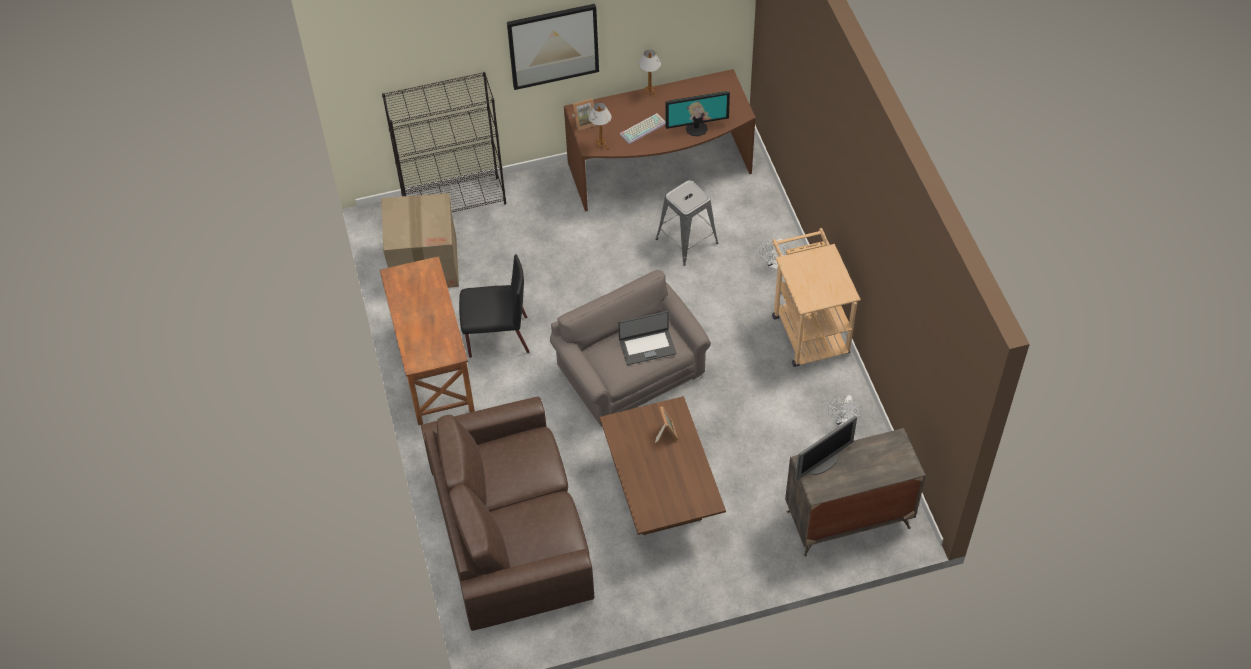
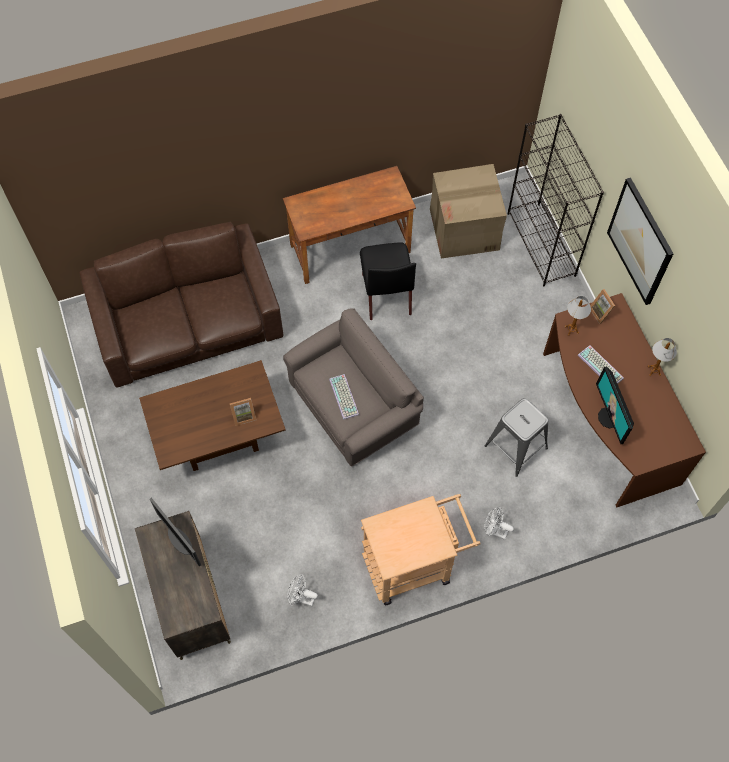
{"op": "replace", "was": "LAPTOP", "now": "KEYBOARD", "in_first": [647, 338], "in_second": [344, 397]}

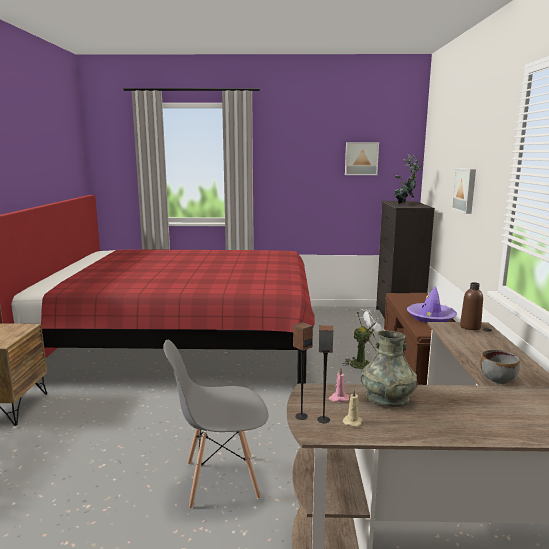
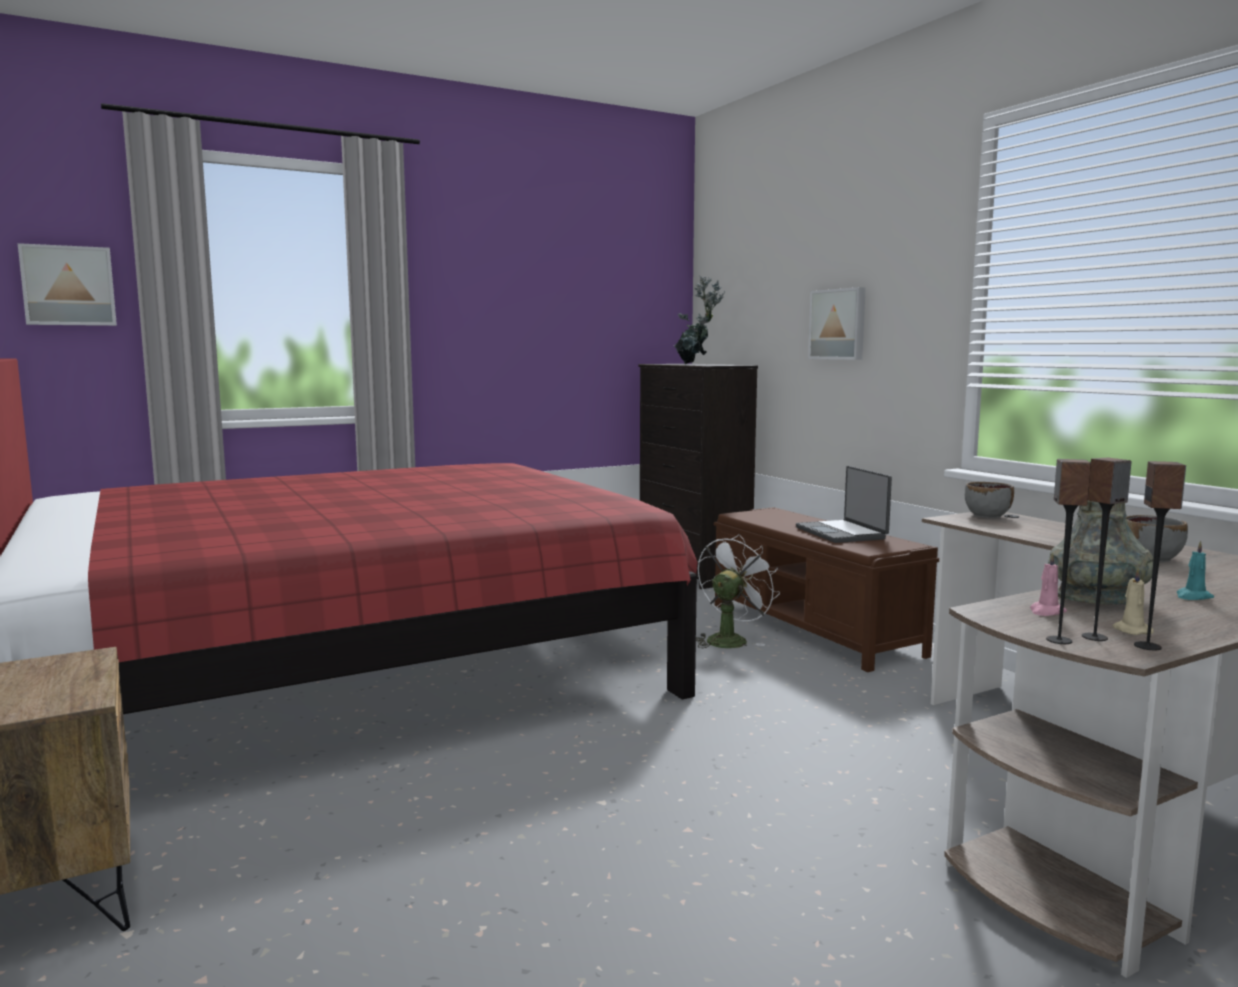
{"op": "delete", "was": "GREY CHAIR", "in_first": [216, 424]}
{"op": "insert", "now": "SPEAKER", "in_second": [1160, 555]}
{"op": "insert", "now": "TURQUOISE CANDLE", "in_second": [1195, 570]}
{"op": "move", "was": "PICTURE", "in_first": [362, 158], "in_second": [67, 284]}
{"op": "replace", "was": "PURPLE HAT", "now": "LAPTOP", "in_first": [432, 305], "in_second": [844, 504]}
{"op": "replace", "was": "BROWN BOTTLE", "now": "GREY BOWL", "in_first": [471, 306], "in_second": [989, 500]}

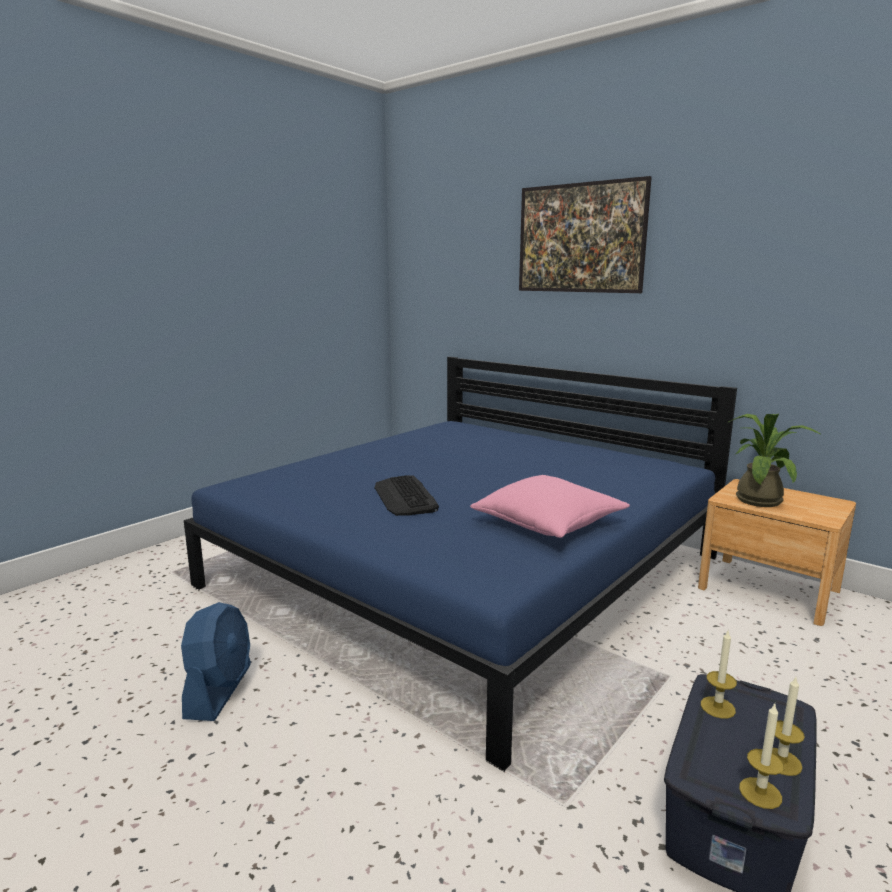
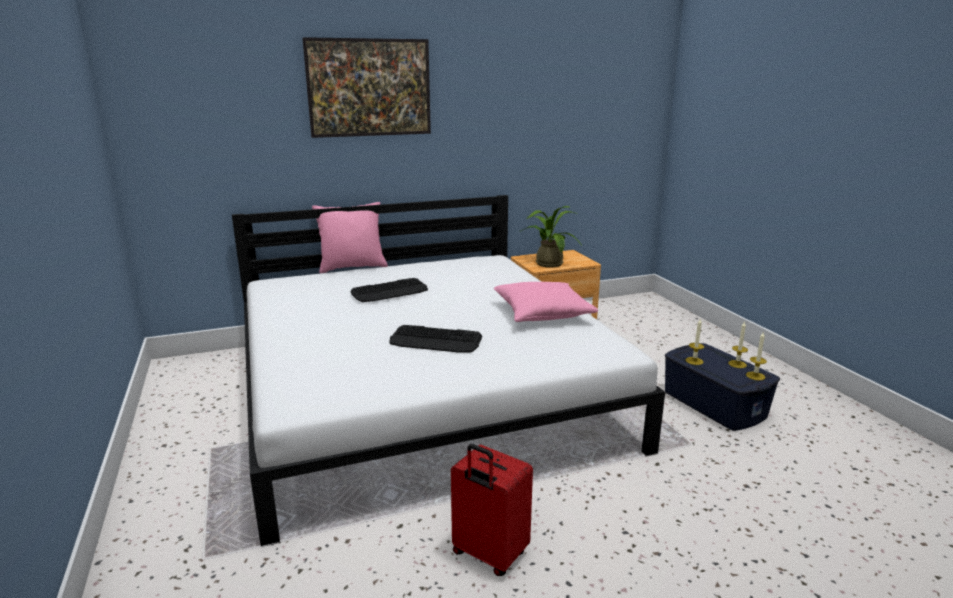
{"op": "insert", "now": "PINK PILLOW", "in_second": [350, 237]}
{"op": "insert", "now": "KEYBOARD", "in_second": [389, 290]}
{"op": "replace", "was": "BLUE FAN", "now": "RED SUITCASE", "in_first": [216, 661], "in_second": [492, 510]}
{"op": "recolor", "was": "BLUE BED", "now": "WHITE BED", "in_first": [460, 564], "in_second": [448, 371]}

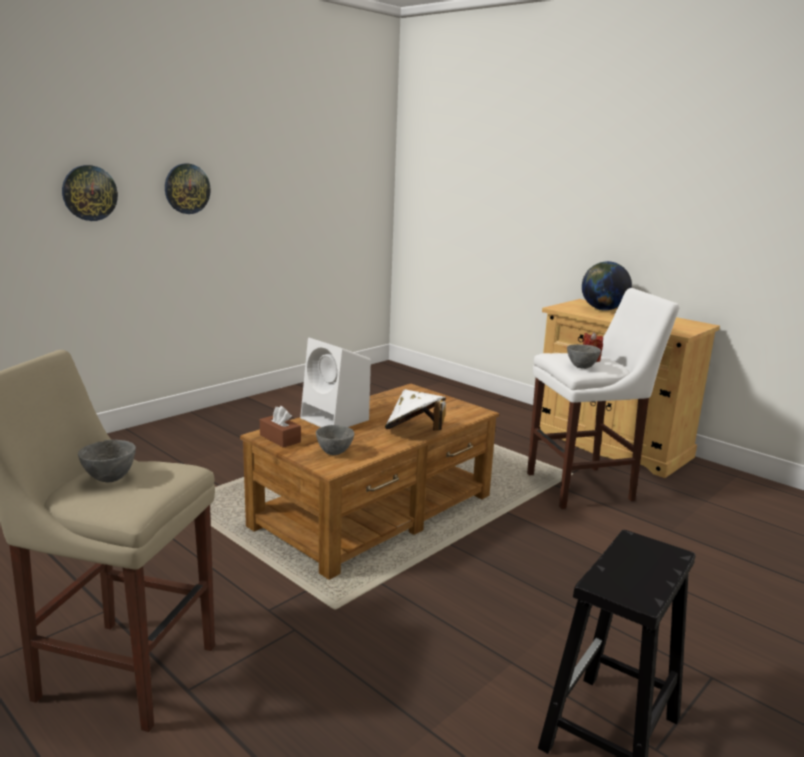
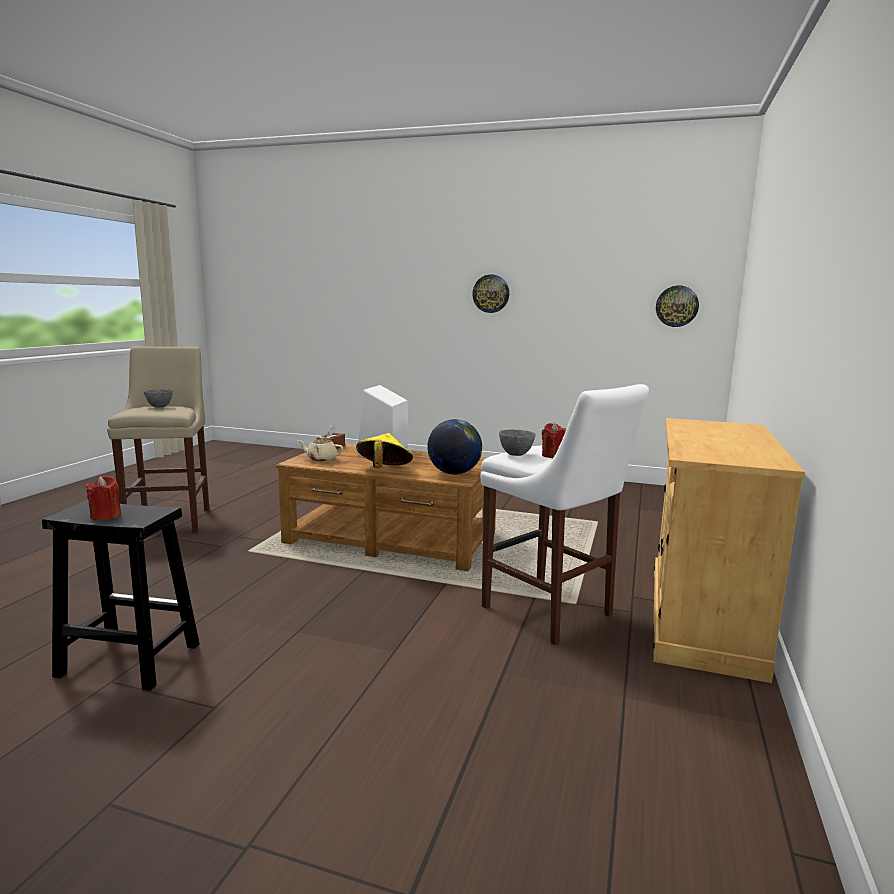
{"op": "insert", "now": "RED CANDLE", "in_second": [103, 498]}
{"op": "move", "was": "WALL CLOCK", "in_first": [90, 193], "in_second": [677, 306]}
{"op": "move", "was": "GLOBE", "in_first": [607, 286], "in_second": [454, 447]}
{"op": "replace", "was": "GREY BOWL", "now": "BEIGE TEAPOT", "in_first": [335, 440], "in_second": [320, 449]}
{"op": "recolor", "was": "WHITE HAT", "now": "YELLOW HAT", "in_first": [415, 410], "in_second": [384, 450]}

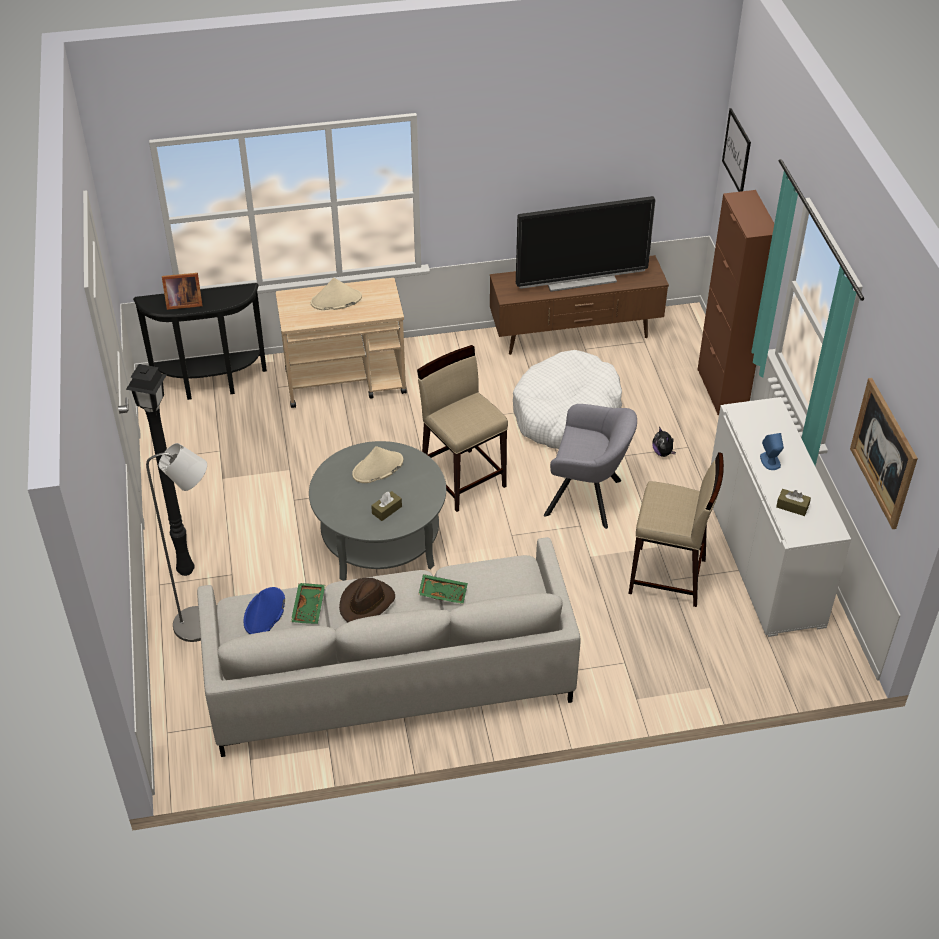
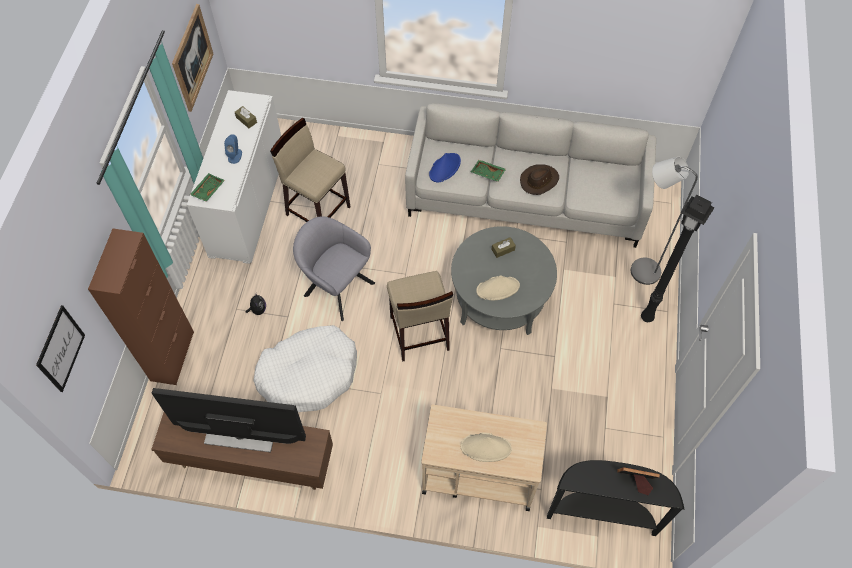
{"op": "move", "was": "BLUE HAT", "in_first": [264, 610], "in_second": [445, 167]}
{"op": "move", "was": "GREEN TRAY", "in_first": [308, 603], "in_second": [207, 187]}

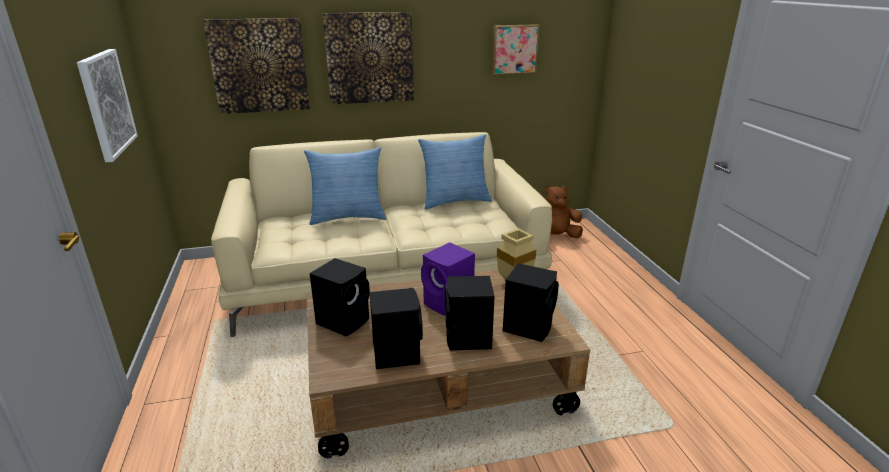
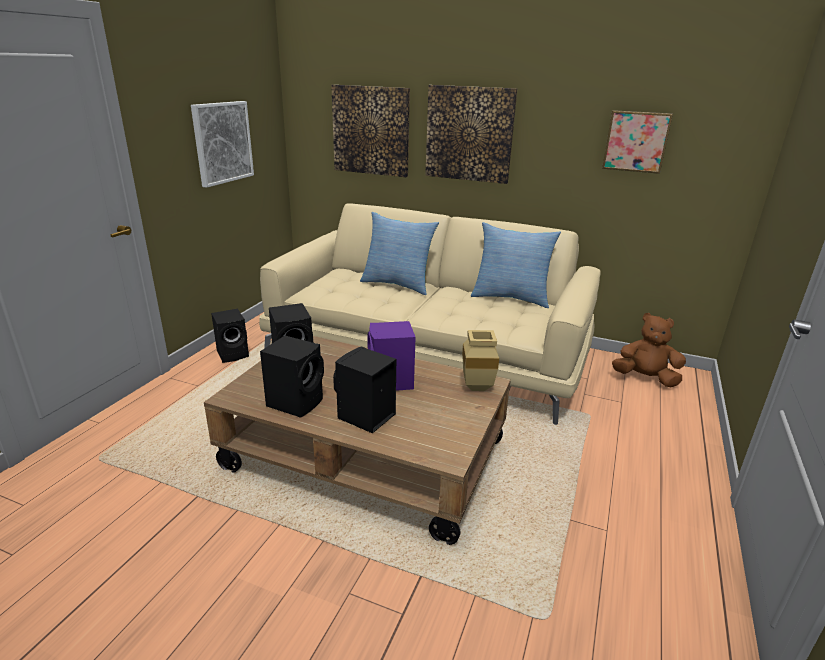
{"op": "move", "was": "BLACK SPEAKER", "in_first": [531, 302], "in_second": [230, 336]}

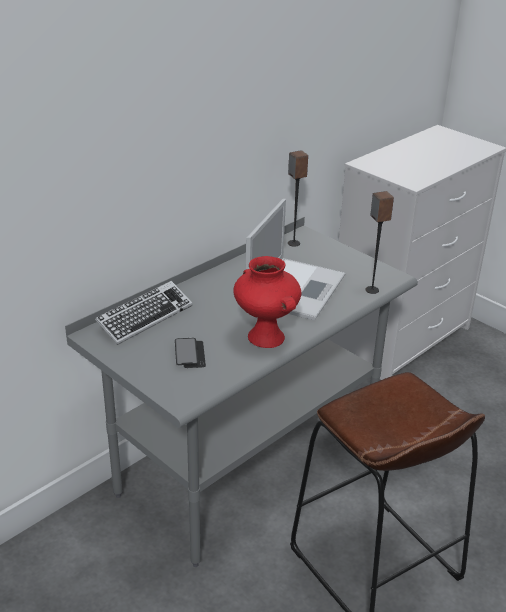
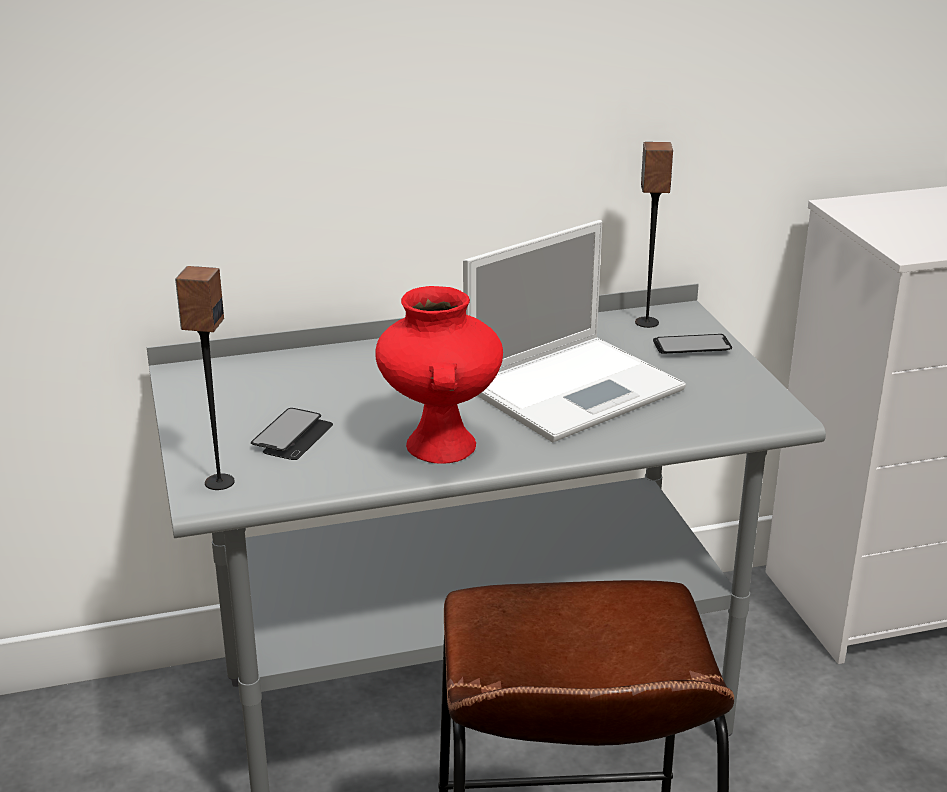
{"op": "delete", "was": "KEYBOARD", "in_first": [144, 313]}
{"op": "insert", "now": "PHONE", "in_second": [692, 344]}
{"op": "move", "was": "SPEAKER", "in_first": [379, 242], "in_second": [205, 378]}

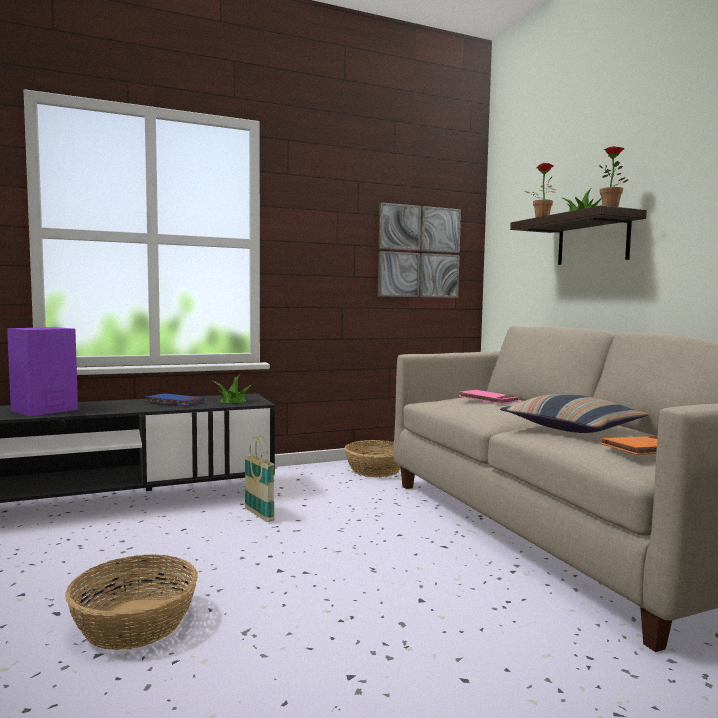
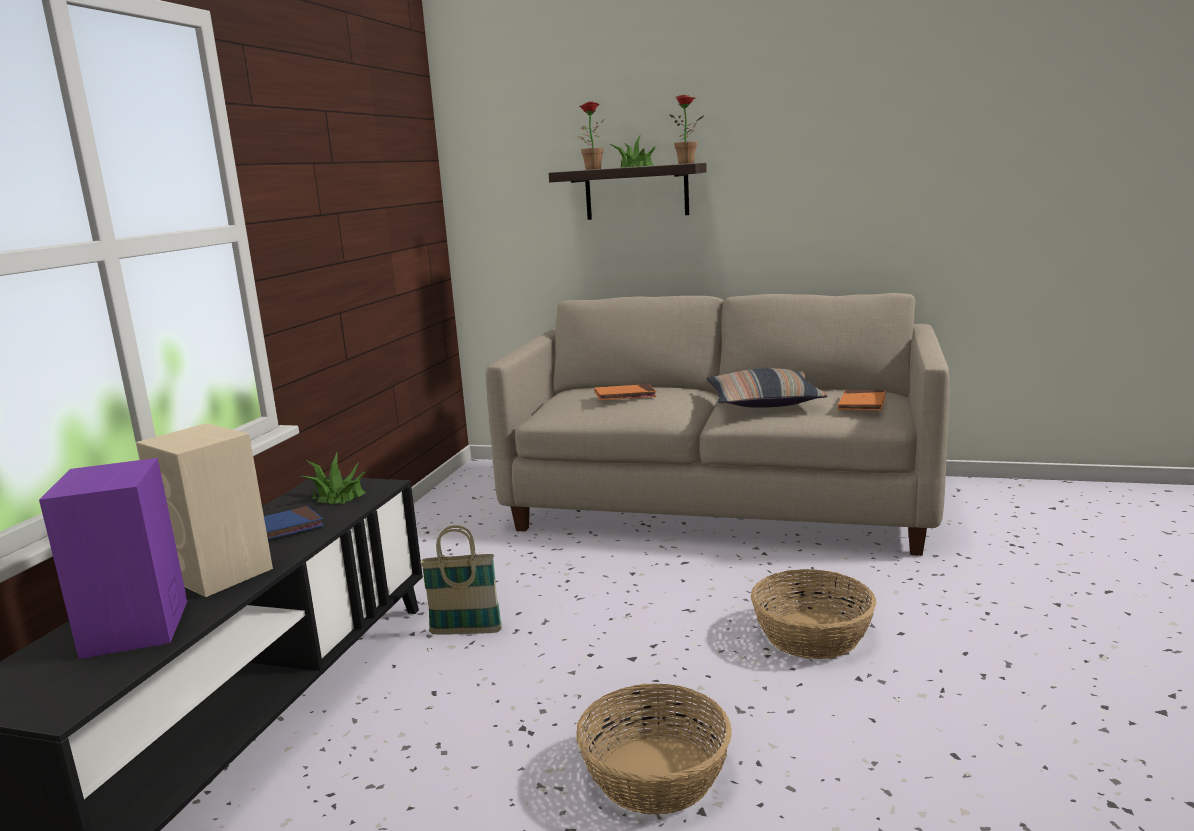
{"op": "delete", "was": "PICTURE", "in_first": [419, 250]}
{"op": "insert", "now": "BEIGE SPEAKER", "in_second": [204, 510]}
{"op": "move", "was": "BASKET", "in_first": [372, 458], "in_second": [813, 614]}
{"op": "recolor", "was": "PINK BOOK", "now": "ORANGE BOOK", "in_first": [488, 397], "in_second": [626, 392]}

